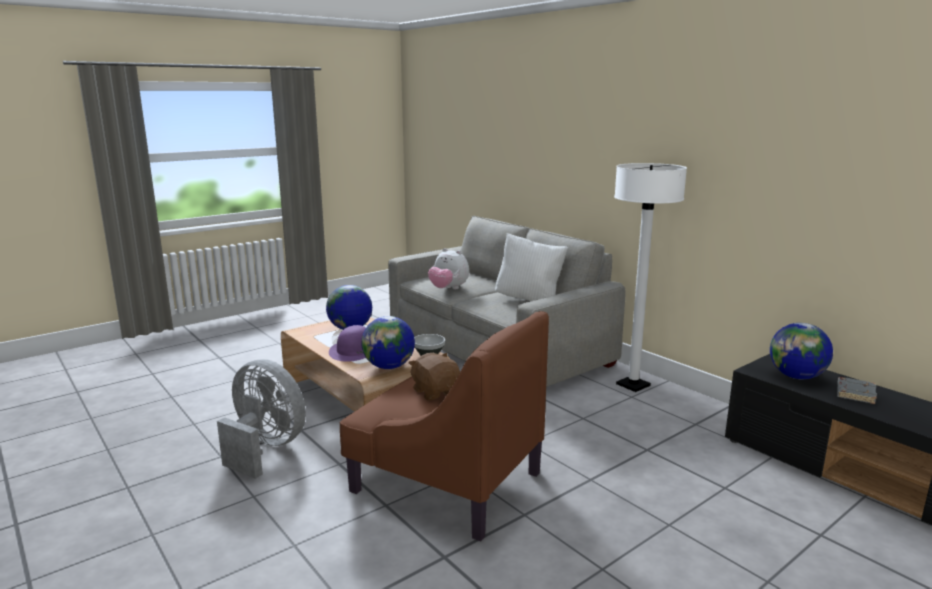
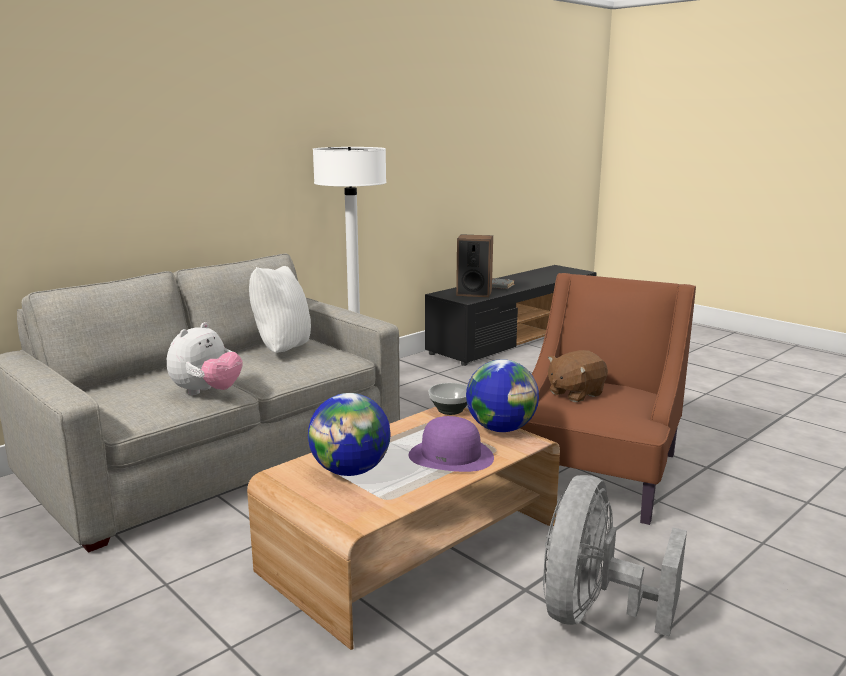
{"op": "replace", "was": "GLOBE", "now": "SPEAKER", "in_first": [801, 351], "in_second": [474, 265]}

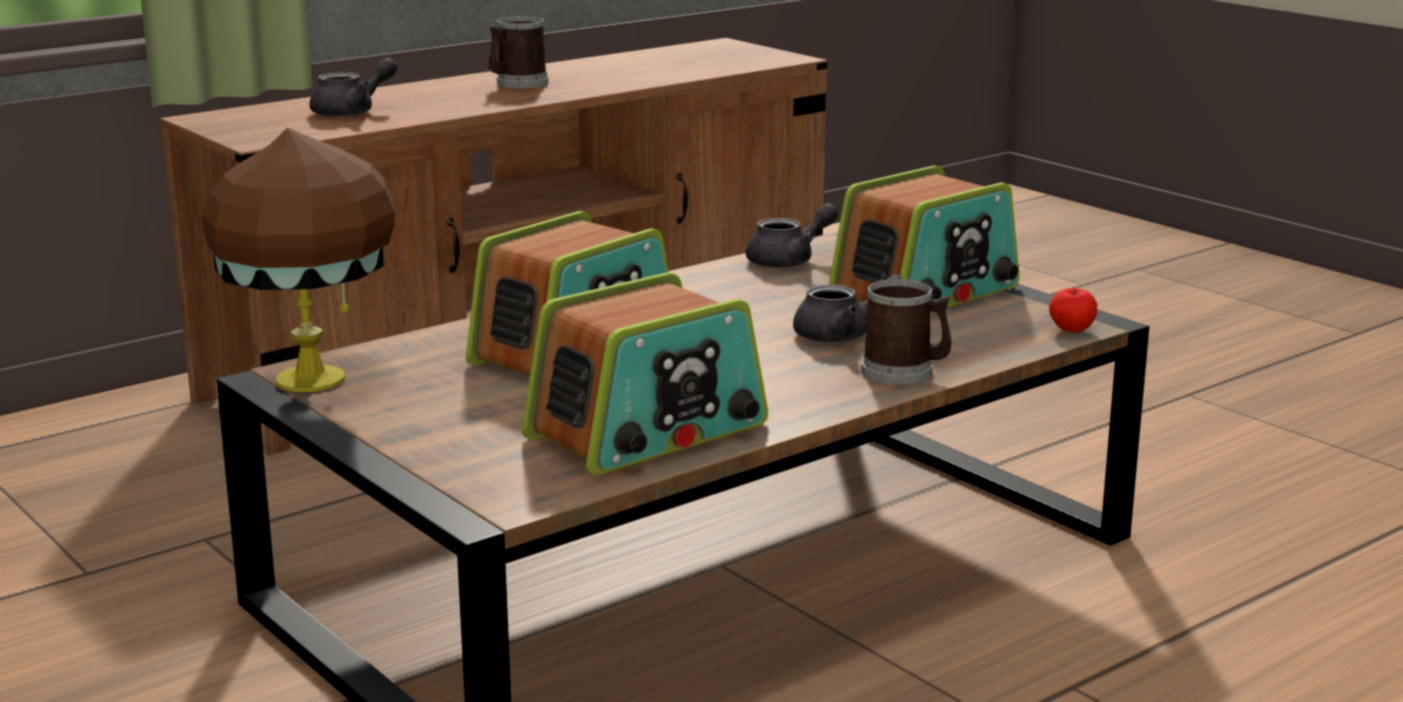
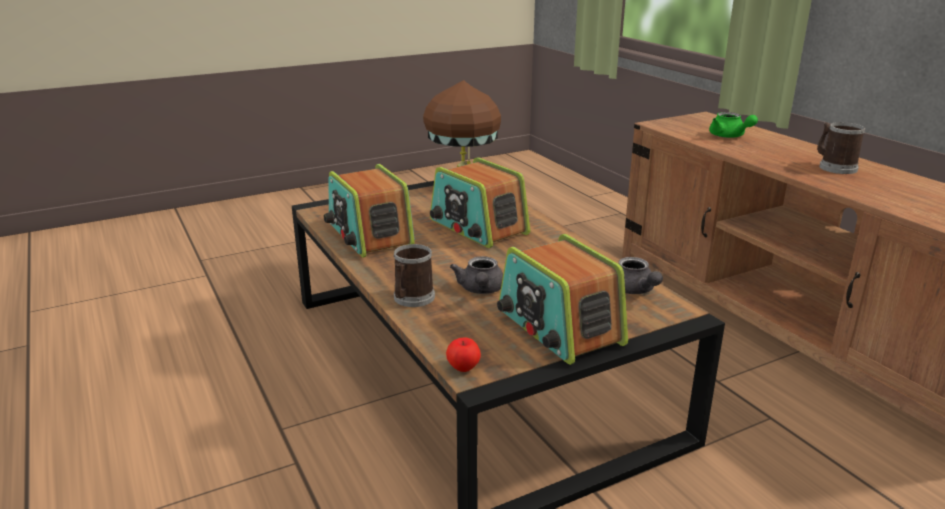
{"op": "recolor", "was": "GREY TEAPOT", "now": "GREEN TEAPOT", "in_first": [353, 87], "in_second": [733, 125]}

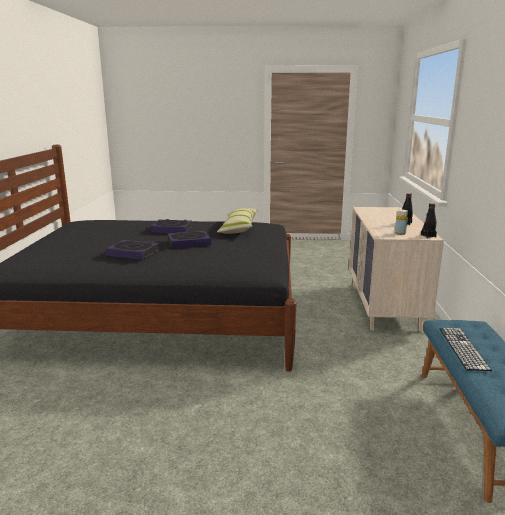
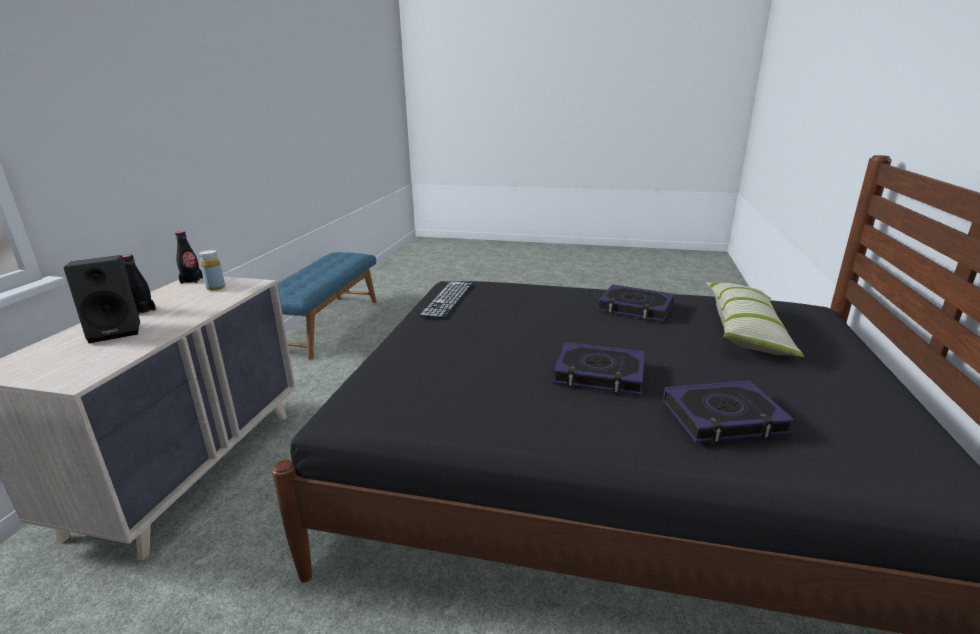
{"op": "insert", "now": "BLACK SPEAKER", "in_second": [102, 299]}
{"op": "move", "was": "BOOK", "in_first": [189, 239], "in_second": [729, 412]}
{"op": "move", "was": "PILLOW", "in_first": [237, 221], "in_second": [755, 319]}
{"op": "move", "was": "KEYBOARD", "in_first": [465, 349], "in_second": [446, 299]}

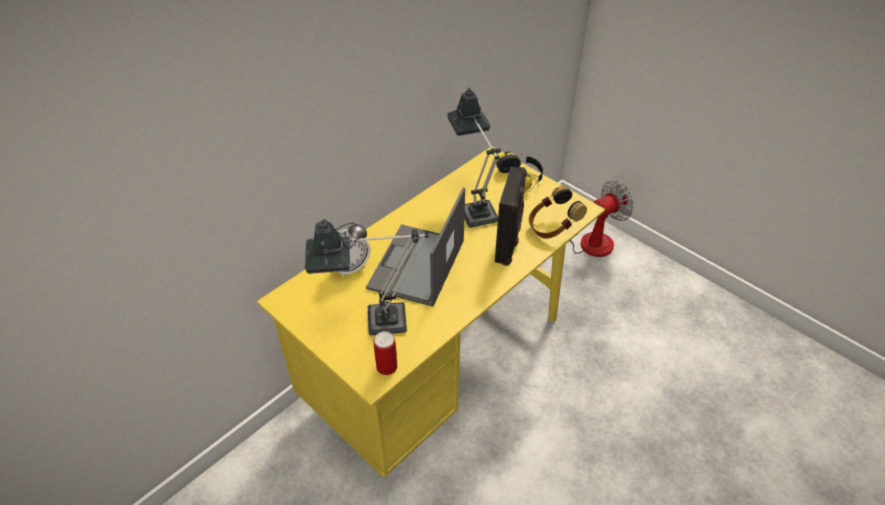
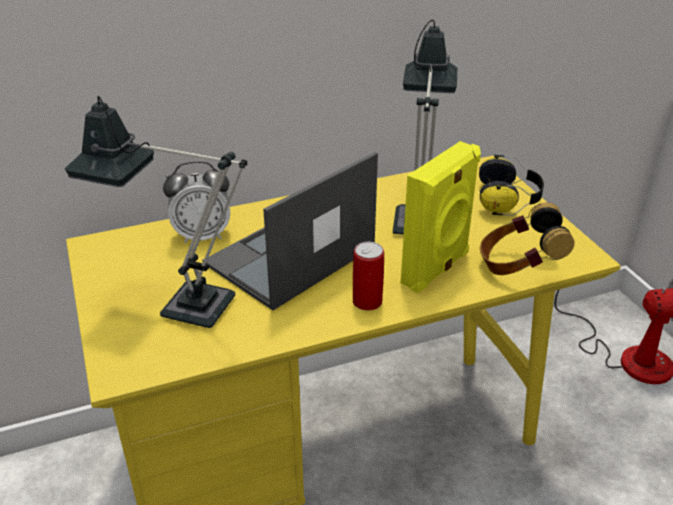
{"op": "move", "was": "CAN", "in_first": [385, 353], "in_second": [368, 276]}
{"op": "recolor", "was": "BLACK SPEAKER", "now": "YELLOW SPEAKER", "in_first": [511, 216], "in_second": [441, 217]}

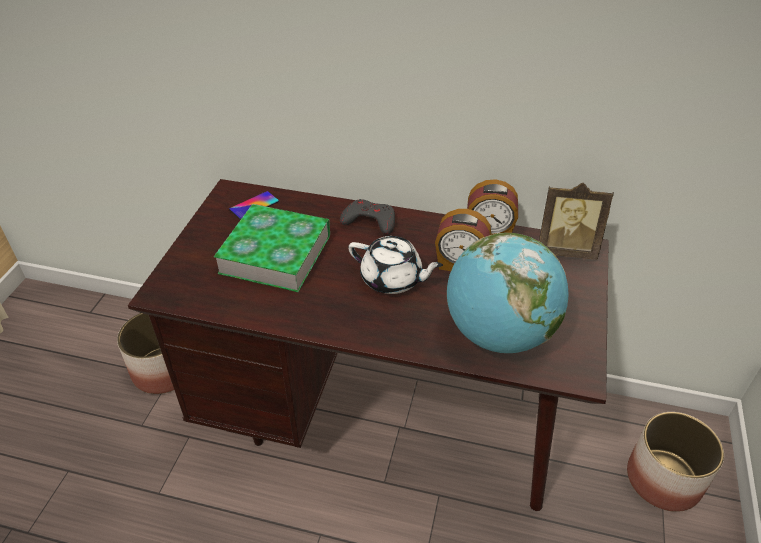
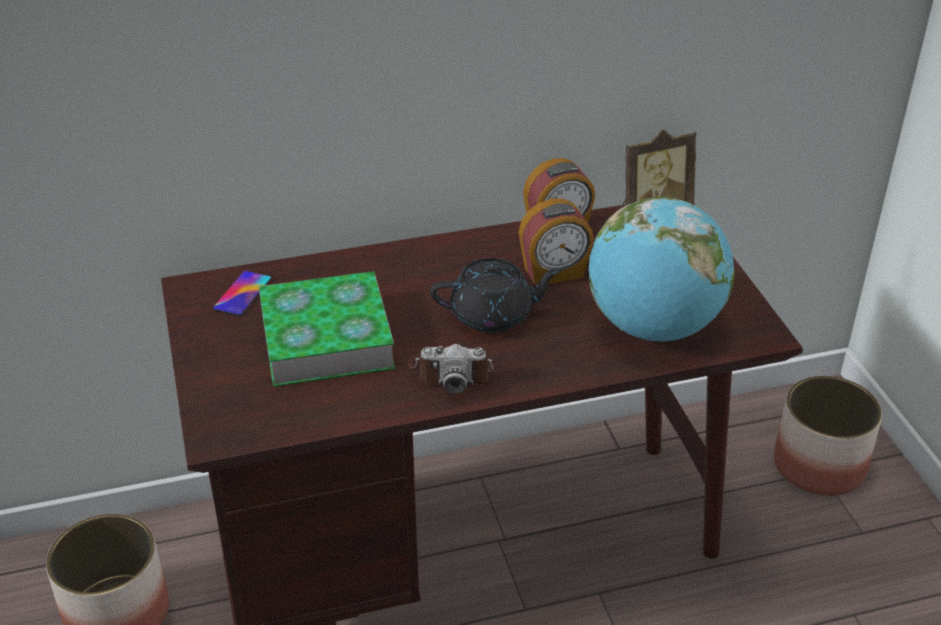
{"op": "delete", "was": "GREY GAME CONTROLLER", "in_first": [367, 216]}
{"op": "insert", "now": "PHOTO CAMERA", "in_second": [452, 368]}
{"op": "recolor", "was": "WHITE TEAPOT", "now": "BLACK TEAPOT", "in_first": [395, 265], "in_second": [495, 295]}

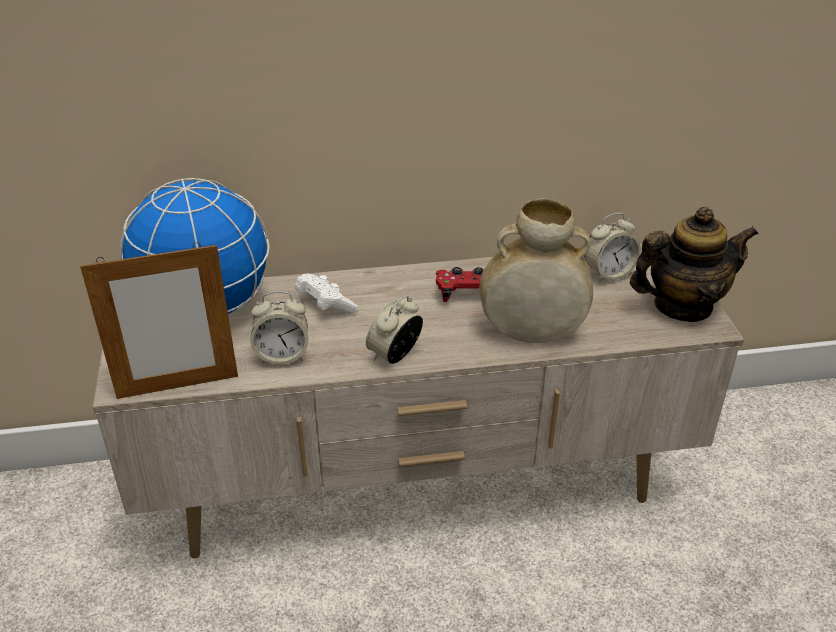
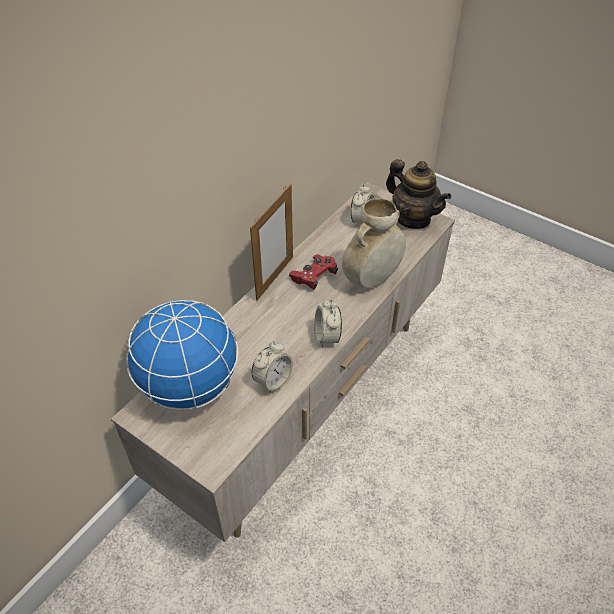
{"op": "delete", "was": "WHITE GAME CONTROLLER", "in_first": [326, 294]}
{"op": "move", "was": "PICTURE FRAME", "in_first": [159, 320], "in_second": [271, 242]}
{"op": "rotate", "was": "TEAPOT", "in_first": [694, 264], "in_second": [418, 194], "clockwise": 105}

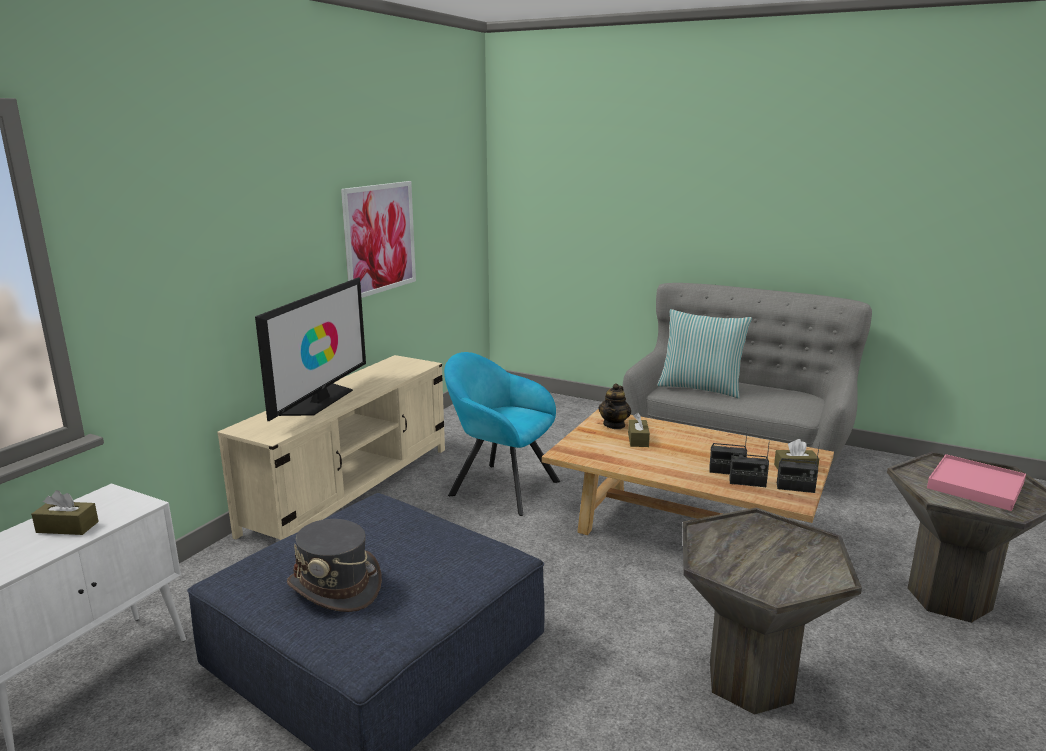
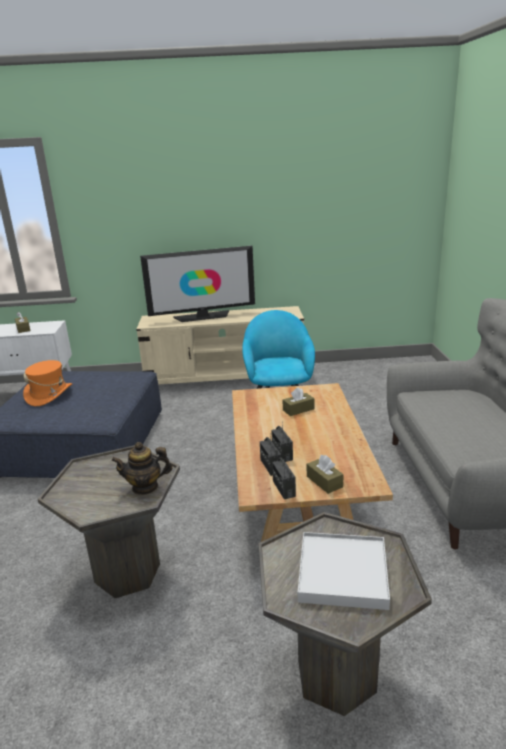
{"op": "delete", "was": "PICTURE", "in_first": [378, 239]}
{"op": "delete", "was": "PILLOW", "in_first": [704, 354]}
{"op": "move", "was": "TEAPOT", "in_first": [615, 406], "in_second": [141, 468]}
{"op": "recolor", "was": "GREY HAT", "now": "ORANGE HAT", "in_first": [334, 565], "in_second": [47, 383]}
{"op": "recolor", "was": "PINK TRAY", "now": "WHITE TRAY", "in_first": [976, 482], "in_second": [344, 571]}

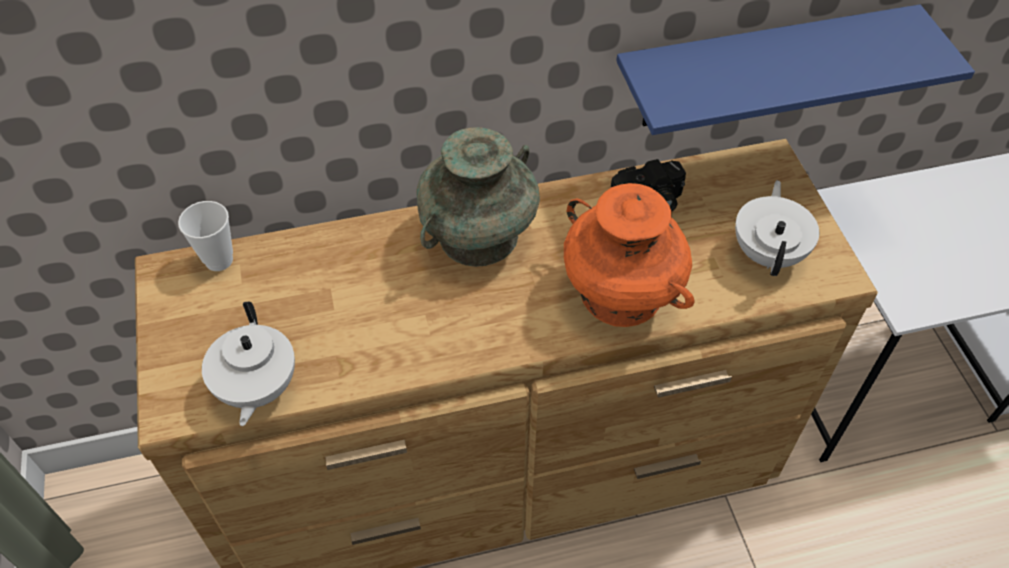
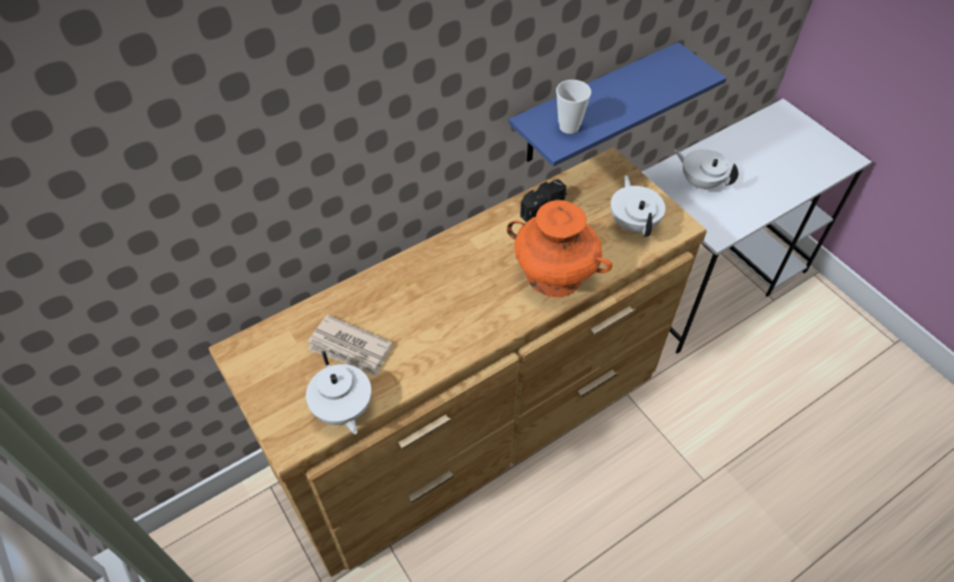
{"op": "delete", "was": "TURQUOISE VASE", "in_first": [478, 197]}
{"op": "insert", "now": "NEWSPAPER", "in_second": [350, 345]}
{"op": "insert", "now": "WHITE TEAPOT", "in_second": [706, 169]}
{"op": "move", "was": "CUP", "in_first": [205, 236], "in_second": [573, 107]}

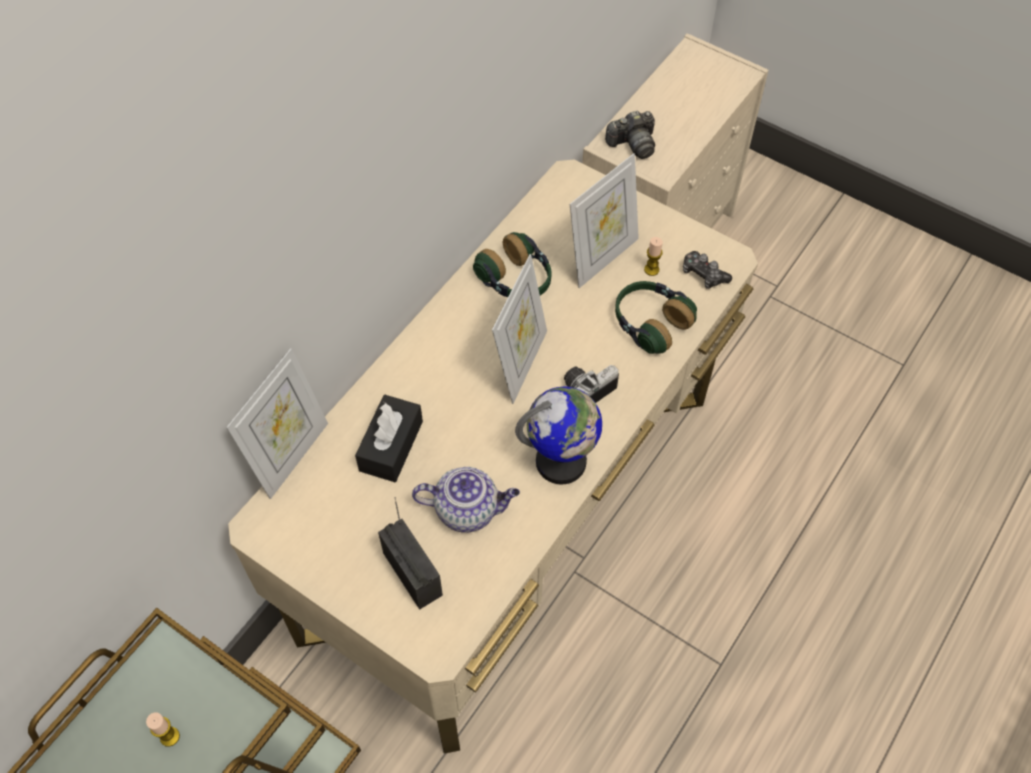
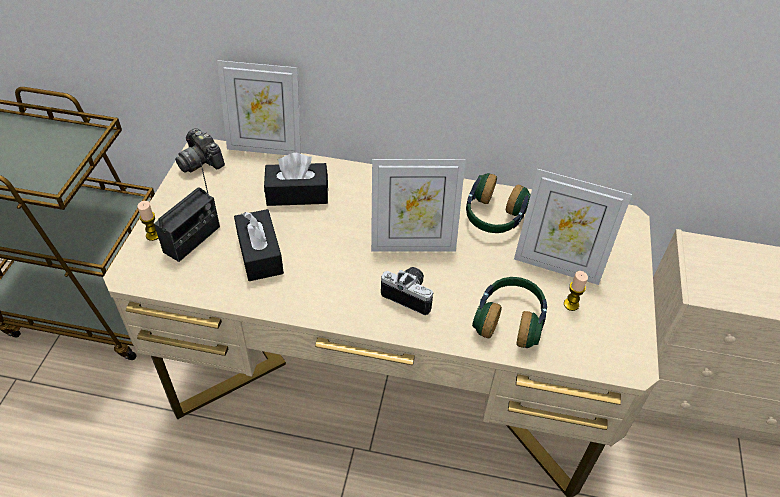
{"op": "delete", "was": "GLOBE", "in_first": [558, 435]}
{"op": "delete", "was": "GAME CONTROLLER", "in_first": [707, 270]}
{"op": "move", "was": "CANDLE", "in_first": [163, 729], "in_second": [147, 221]}
{"op": "move", "was": "PHOTO CAMERA", "in_first": [630, 135], "in_second": [200, 150]}
{"op": "replace", "was": "TEAPOT", "now": "BLACK TISSUE BOX", "in_first": [466, 500], "in_second": [259, 245]}

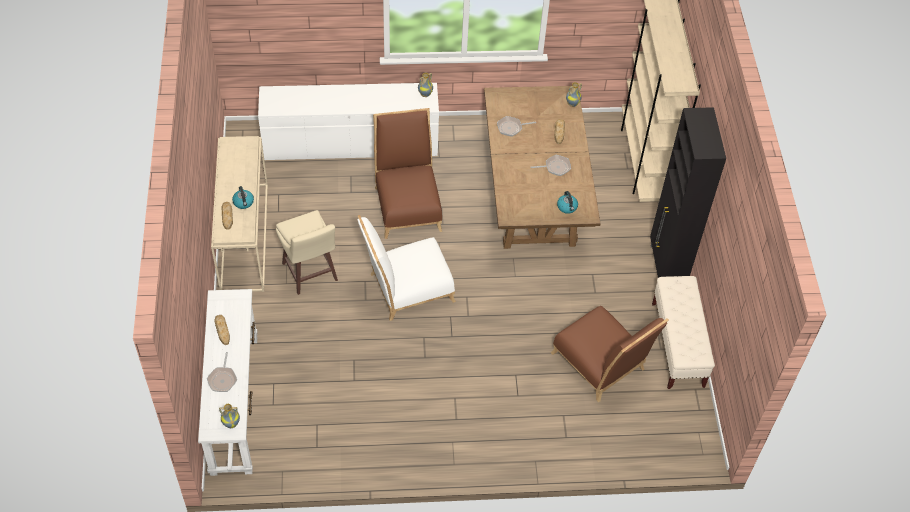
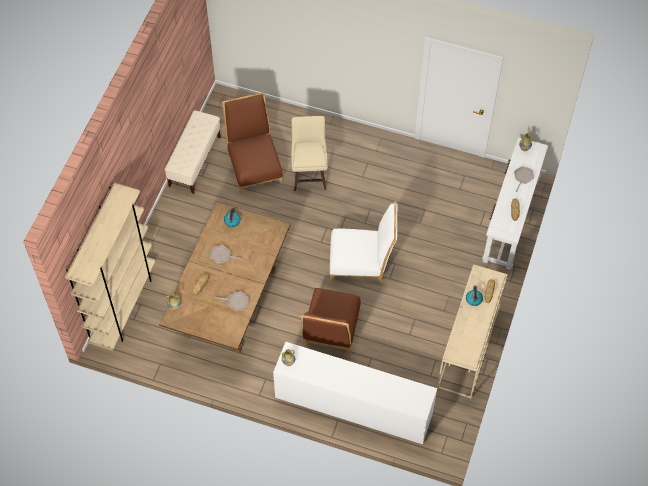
{"op": "delete", "was": "BLACK CABINET", "in_first": [688, 192]}
{"op": "move", "was": "BEIGE STOOL", "in_first": [307, 252], "in_second": [309, 153]}

